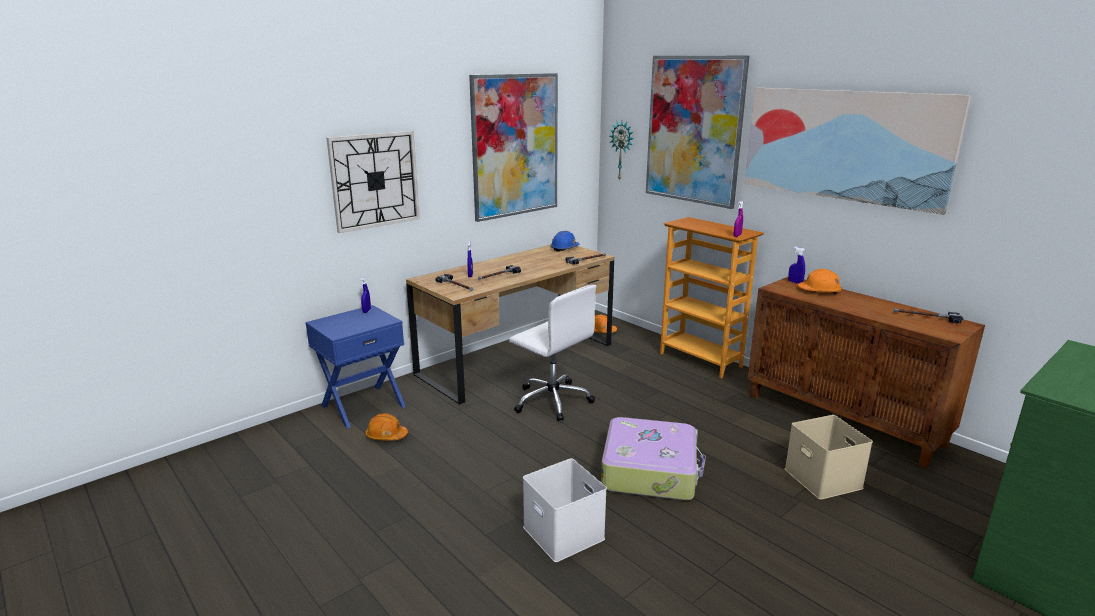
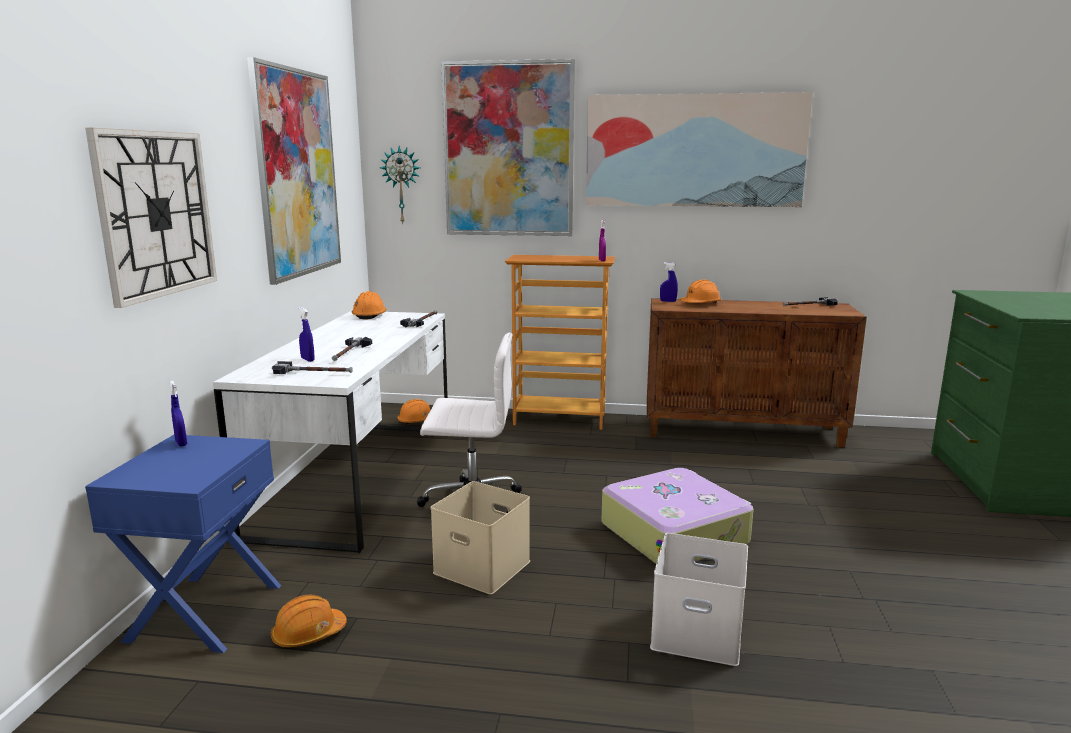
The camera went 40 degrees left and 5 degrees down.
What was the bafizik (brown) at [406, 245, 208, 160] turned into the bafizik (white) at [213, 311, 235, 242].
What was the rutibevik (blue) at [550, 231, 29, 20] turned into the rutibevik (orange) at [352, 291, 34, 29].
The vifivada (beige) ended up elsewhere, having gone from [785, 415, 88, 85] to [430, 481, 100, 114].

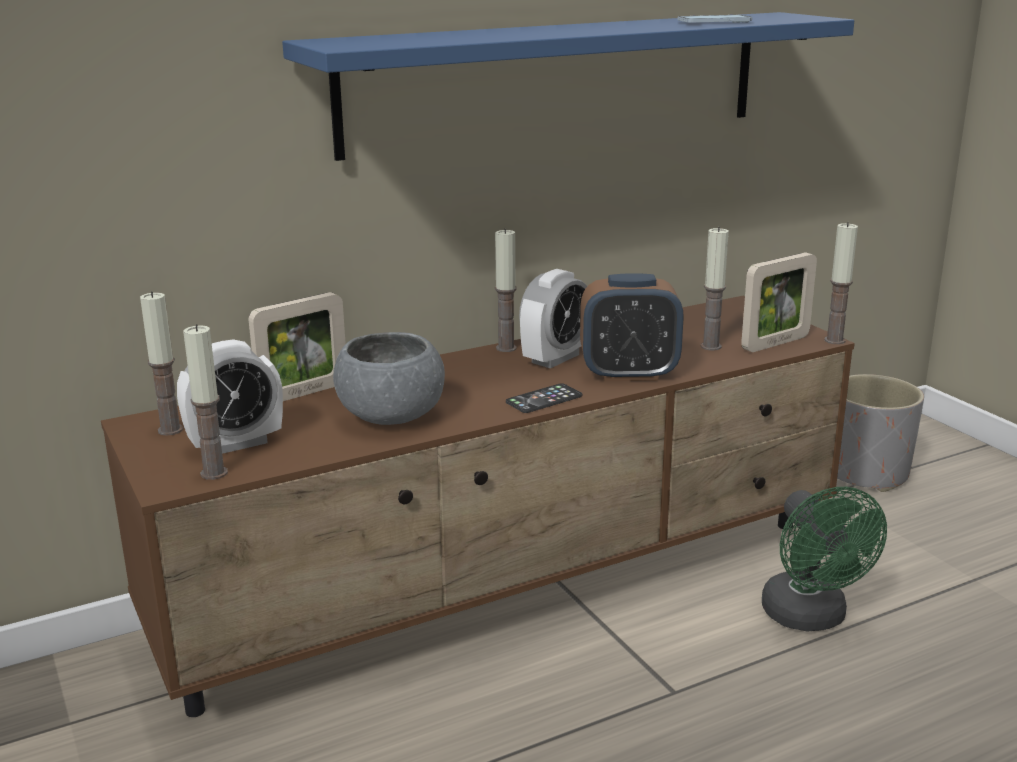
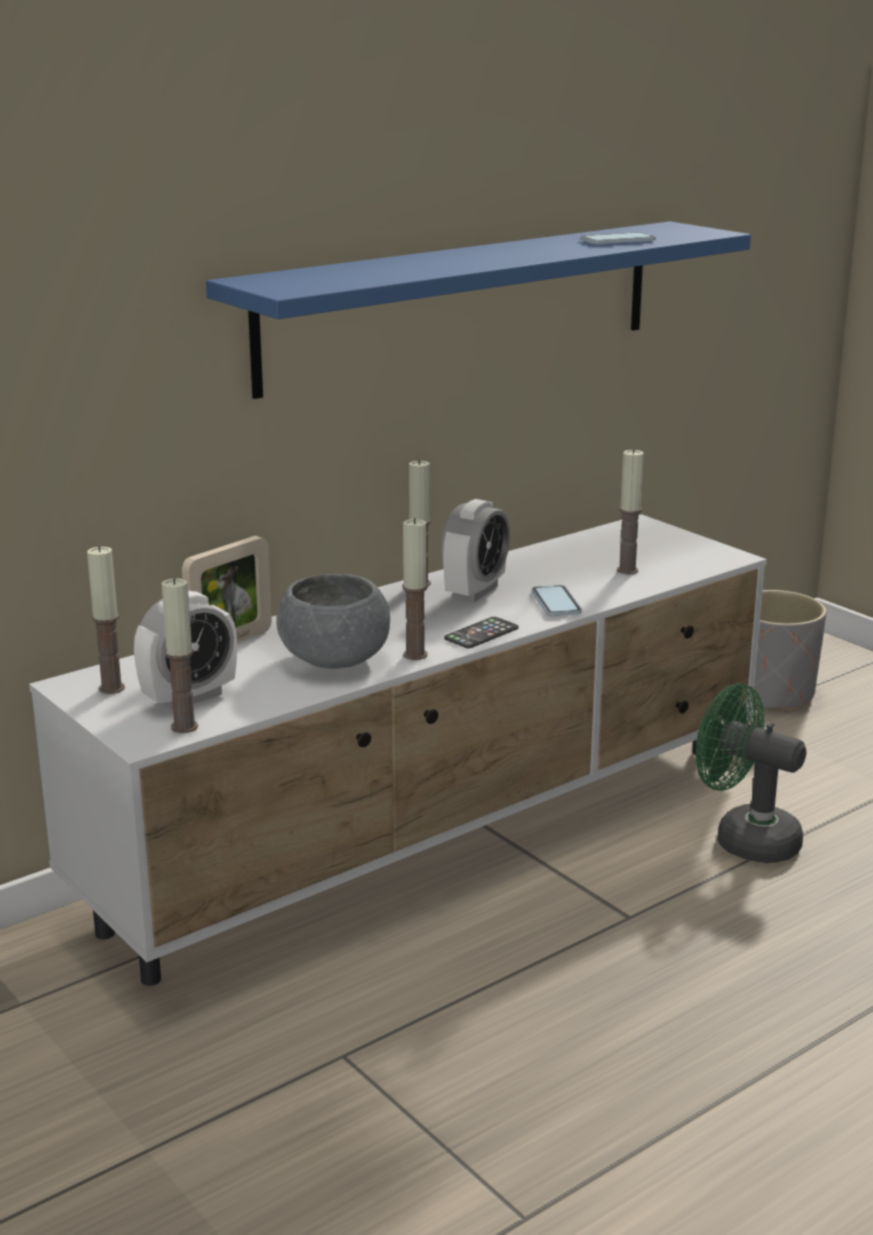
The camera went 10 degrees left and 0 degrees up.
What was the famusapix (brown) at [101, 296, 754, 421] turned into the famusapix (white) at [29, 514, 738, 472].
The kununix ended up elsewhere, having gone from [824, 222, 34, 122] to [402, 518, 26, 142].
Where the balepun stood at [580, 273, 104, 108], the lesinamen came to stand at [531, 585, 51, 31].
The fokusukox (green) at [762, 487, 125, 145] ended up facing another way, 150 degrees clockwise from before.
The second view lost the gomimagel at [741, 252, 76, 100].

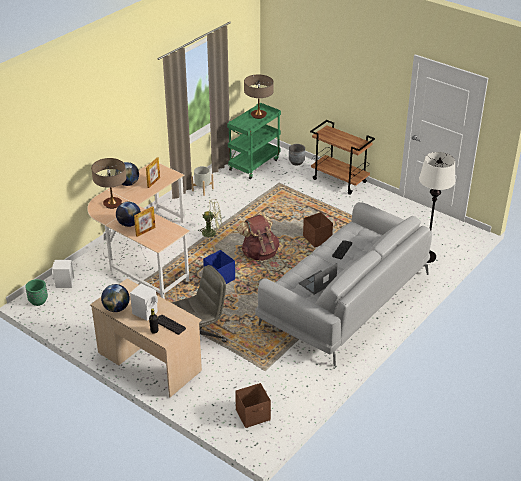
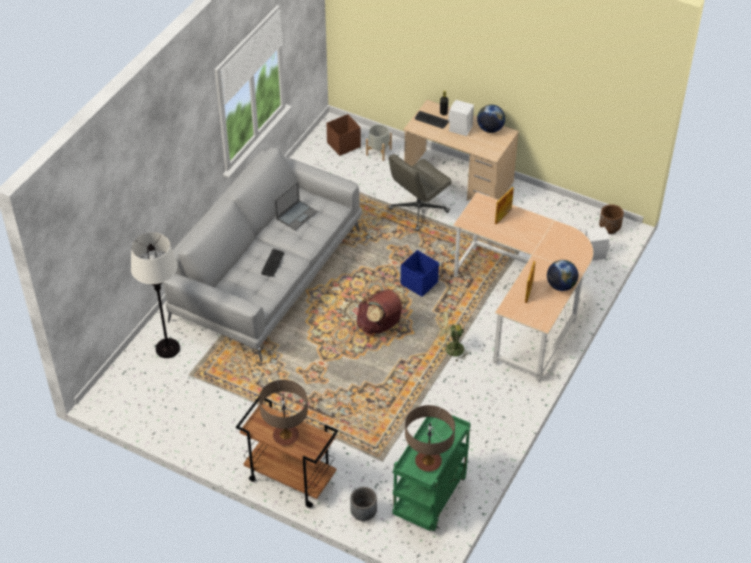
The camera went 170 degrees right and 10 degrees up.
The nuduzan ended up elsewhere, having gone from [91, 158, 35, 51] to [259, 380, 49, 66].
The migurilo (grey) ended up elsewhere, having gone from [191, 166, 23, 30] to [366, 124, 26, 37].
What was the migurilo (green) at [25, 279, 23, 27] turned into the migurilo (brown) at [599, 204, 25, 30].
The second view lost the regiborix at [116, 202, 25, 25].
The second view lost the vifivada (brown) at [303, 212, 30, 36].

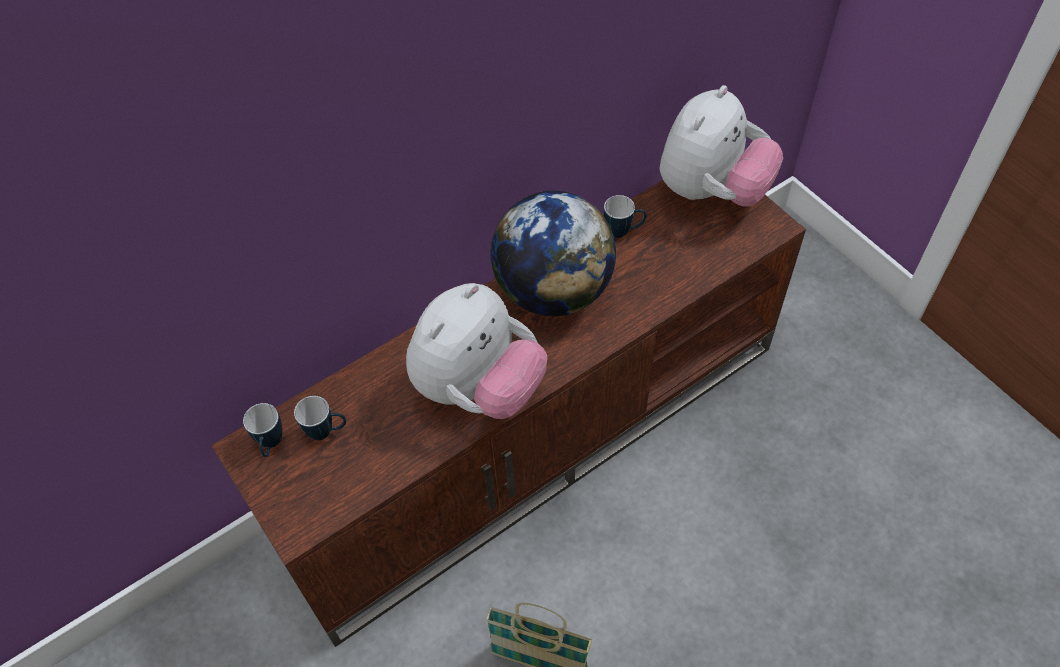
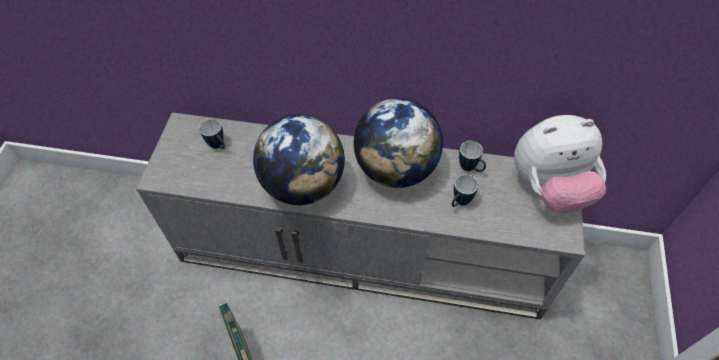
The camera went 45 degrees right and 0 degrees up.
What was the famusapix (brown) at [211, 180, 595, 467] turned into the famusapix (grey) at [136, 112, 449, 208].
Where the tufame stood at [406, 283, 141, 136], the regiborix came to stand at [253, 114, 92, 91].
The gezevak ended up elsewhere, having gone from [243, 403, 39, 54] to [452, 174, 26, 33].

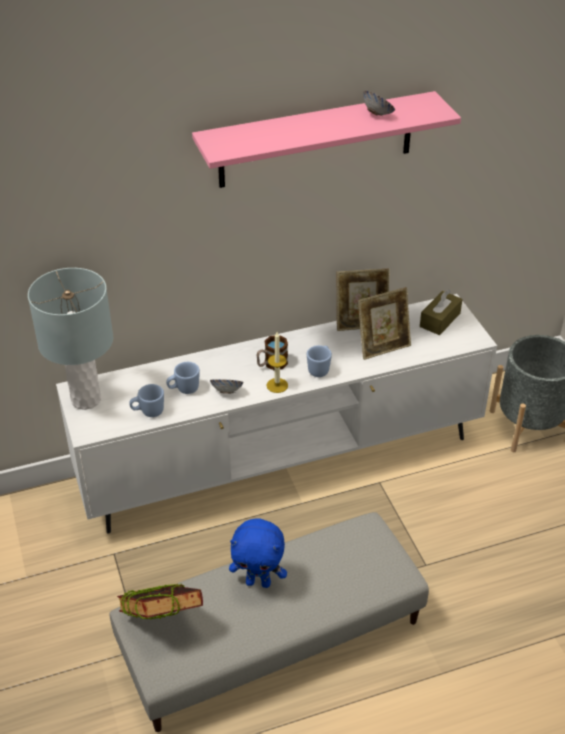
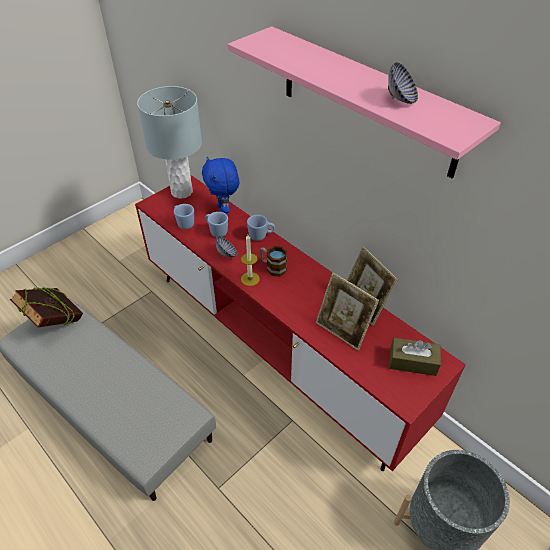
The camera went 65 degrees right and 5 degrees up.
What was the famusapix (white) at [56, 294, 441, 240] turned into the famusapix (red) at [135, 175, 331, 296].
The tufame (blue) ended up elsewhere, having gone from [229, 518, 58, 70] to [202, 157, 37, 58].
The gezevak (blue) ended up elsewhere, having gone from [307, 345, 25, 32] to [247, 215, 28, 26].

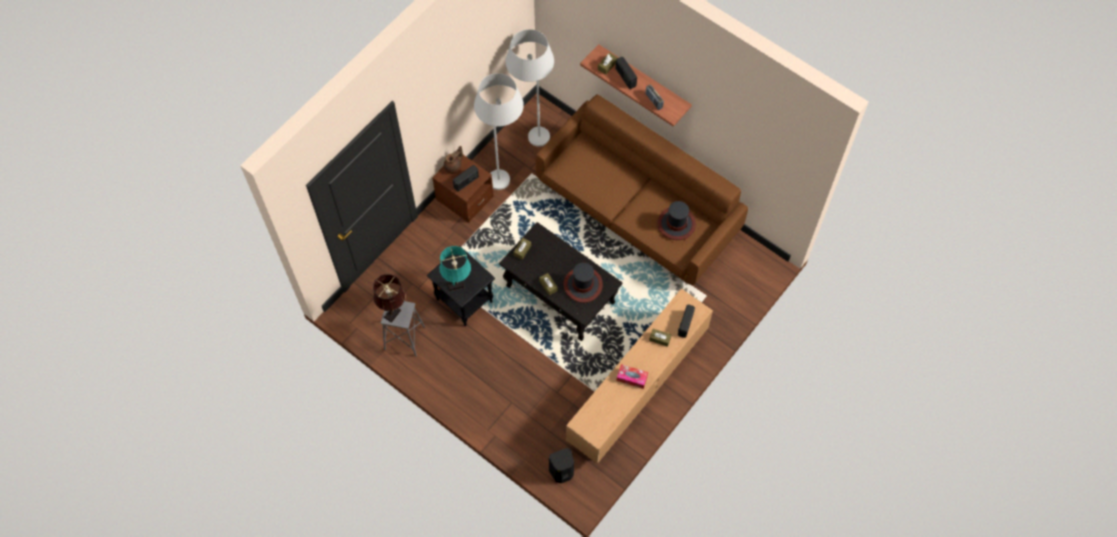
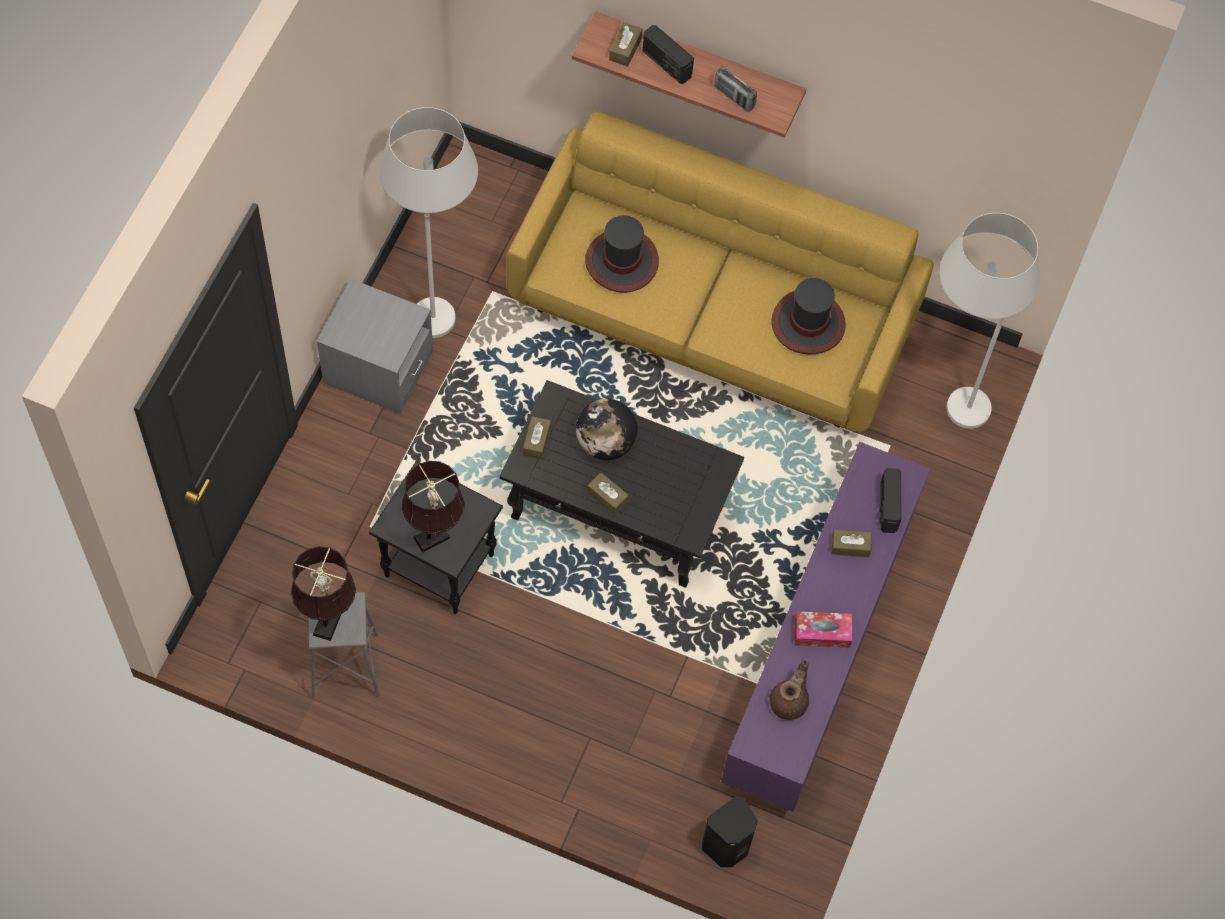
The camera went 20 degrees left and 0 degrees up.
What was the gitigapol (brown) at [432, 155, 62, 68] turned into the gitigapol (grey) at [317, 279, 116, 135].
What was the nuduzan (turquoise) at [440, 246, 31, 45] turned into the nuduzan (brown) at [402, 461, 63, 92].
What was the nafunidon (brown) at [536, 94, 212, 191] turned into the nafunidon (yellow) at [507, 111, 426, 321].
The second view gained the regiborix at [576, 399, 62, 61].
The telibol ended up elsewhere, having gone from [563, 263, 40, 40] to [585, 215, 74, 78].
What was the famusapix (brown) at [566, 288, 147, 176] turned into the famusapix (purple) at [721, 442, 209, 370].
The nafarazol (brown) ended up elsewhere, having gone from [444, 146, 19, 28] to [770, 659, 39, 61].
The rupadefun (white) ended up elsewhere, having gone from [506, 29, 48, 118] to [940, 213, 99, 216].
The second view lost the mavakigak at [453, 165, 26, 27].

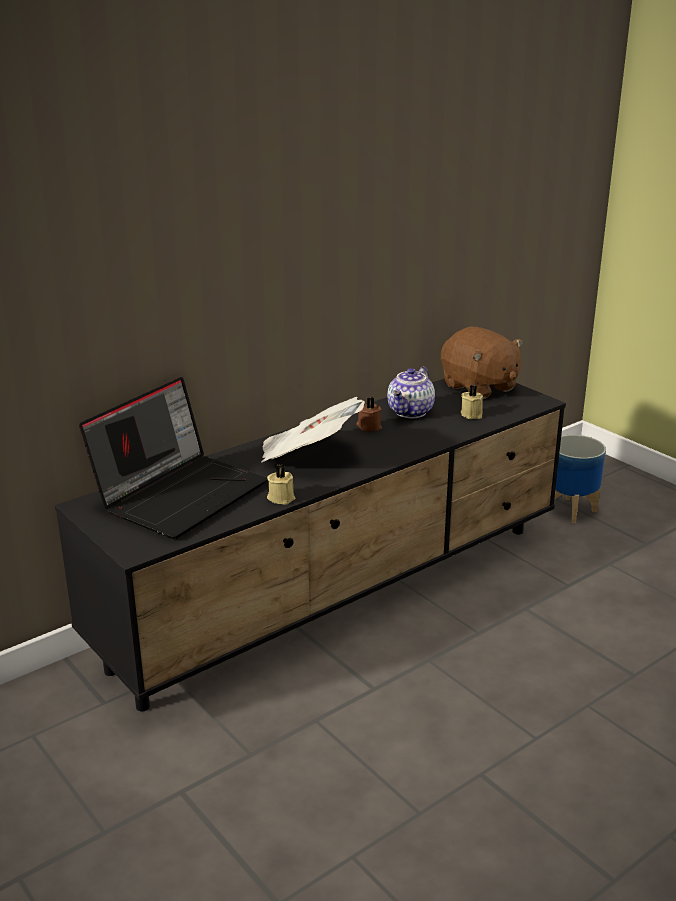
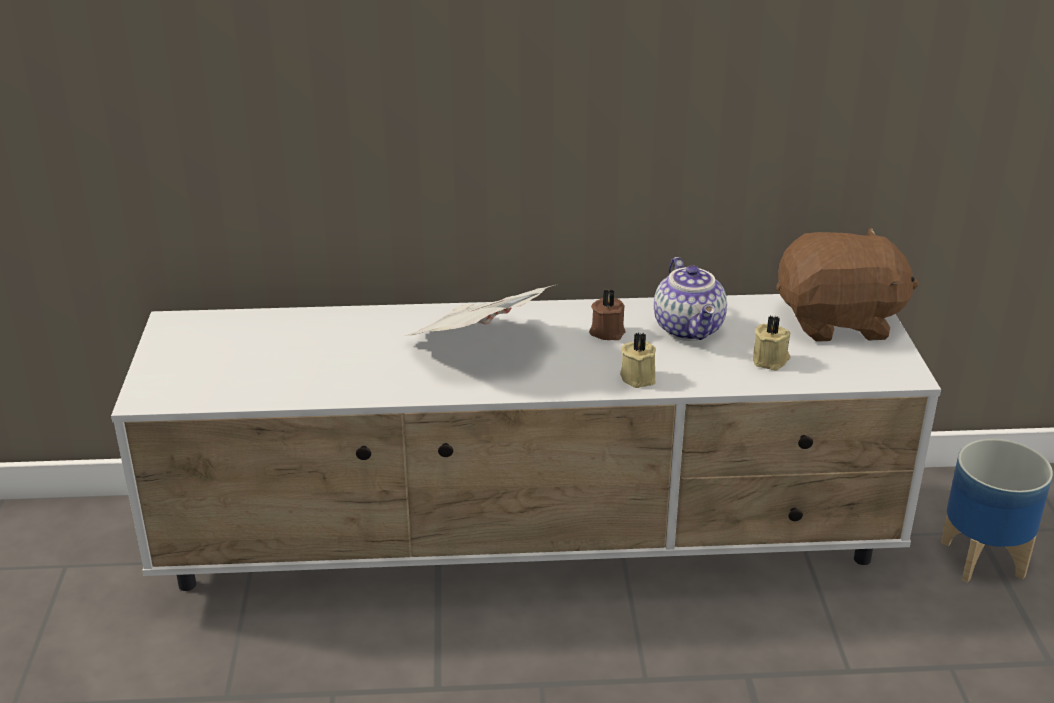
The camera went 35 degrees right and 5 degrees up.
What was the famusapix (black) at [55, 378, 511, 333] turned into the famusapix (white) at [111, 294, 830, 297].
The kununix (beige) ended up elsewhere, having gone from [267, 465, 28, 40] to [620, 333, 36, 55].
The nafarazol at [387, 367, 48, 51] ended up facing another way, 75 degrees counterclockwise from before.
The tufame (brown) at [441, 327, 83, 73] ended up facing another way, 90 degrees counterclockwise from before.
The second view lost the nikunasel at [79, 377, 189, 162].

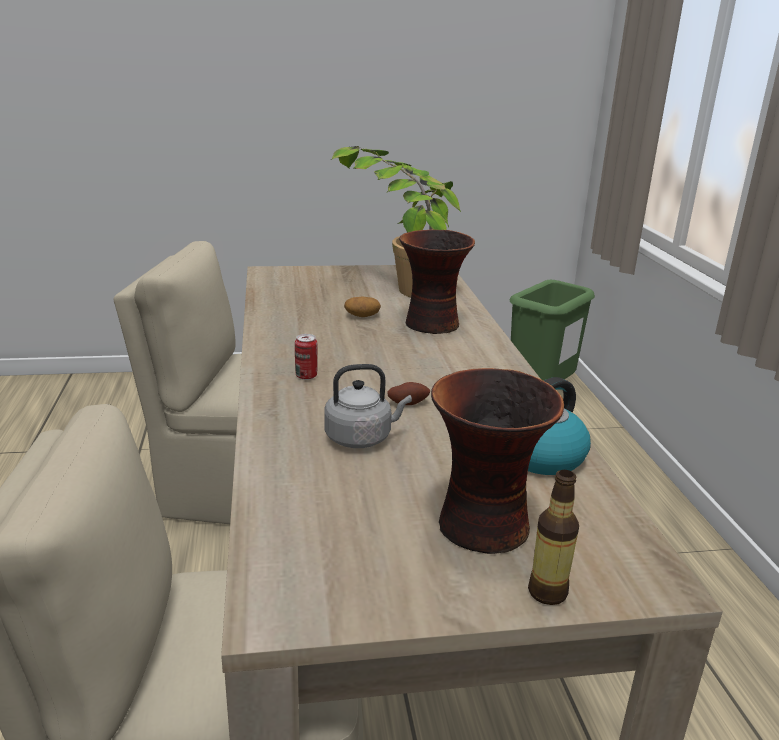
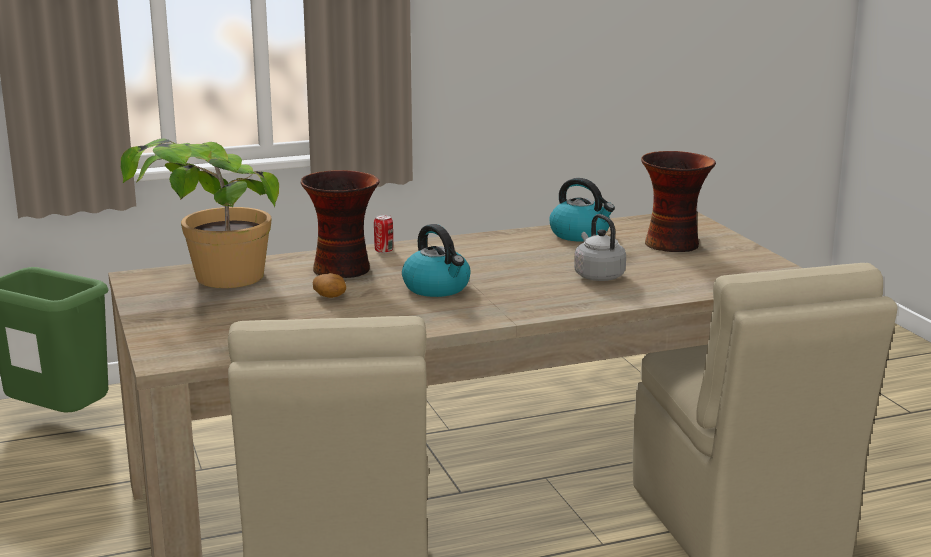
The camera went 100 degrees left and 5 degrees down.
The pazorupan ended up elsewhere, having gone from [295, 334, 23, 46] to [374, 214, 19, 39].
The second view gained the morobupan at [402, 224, 69, 73].
The second view lost the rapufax at [387, 382, 43, 23].
The second view lost the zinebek at [528, 470, 51, 135].

